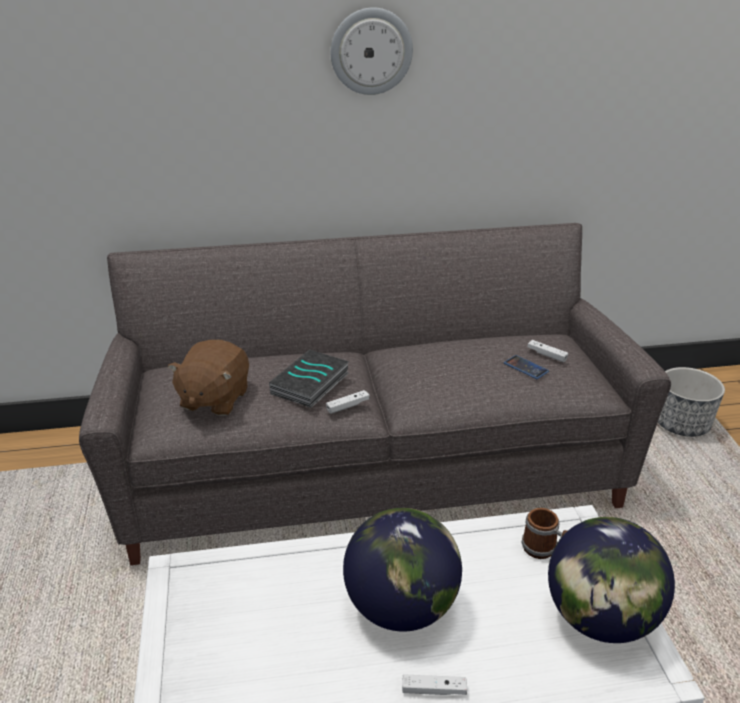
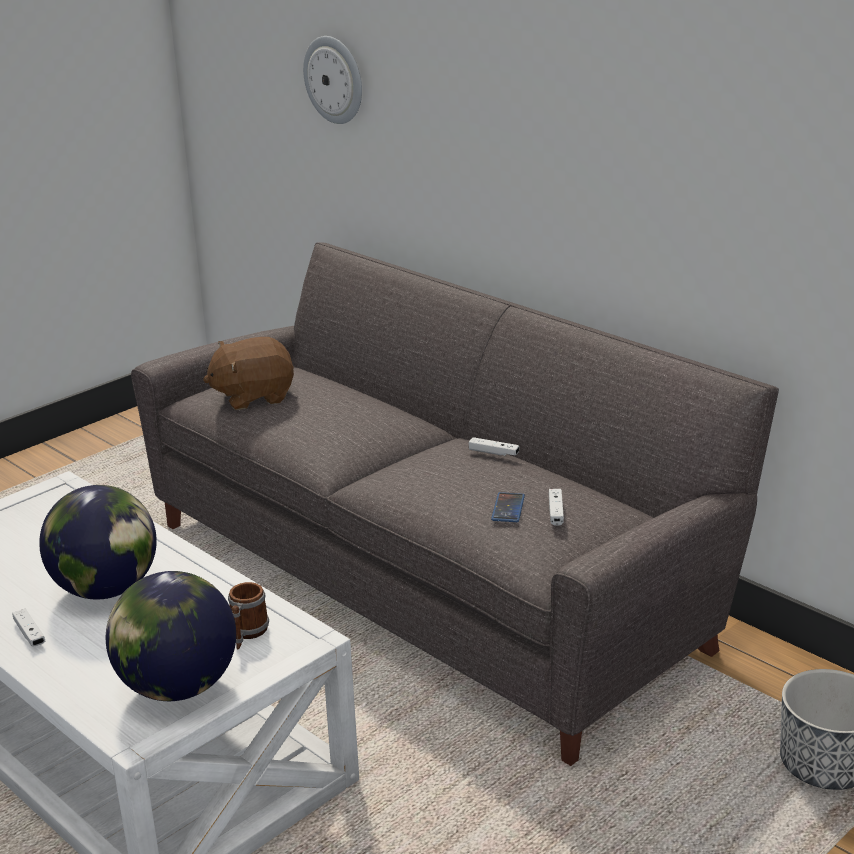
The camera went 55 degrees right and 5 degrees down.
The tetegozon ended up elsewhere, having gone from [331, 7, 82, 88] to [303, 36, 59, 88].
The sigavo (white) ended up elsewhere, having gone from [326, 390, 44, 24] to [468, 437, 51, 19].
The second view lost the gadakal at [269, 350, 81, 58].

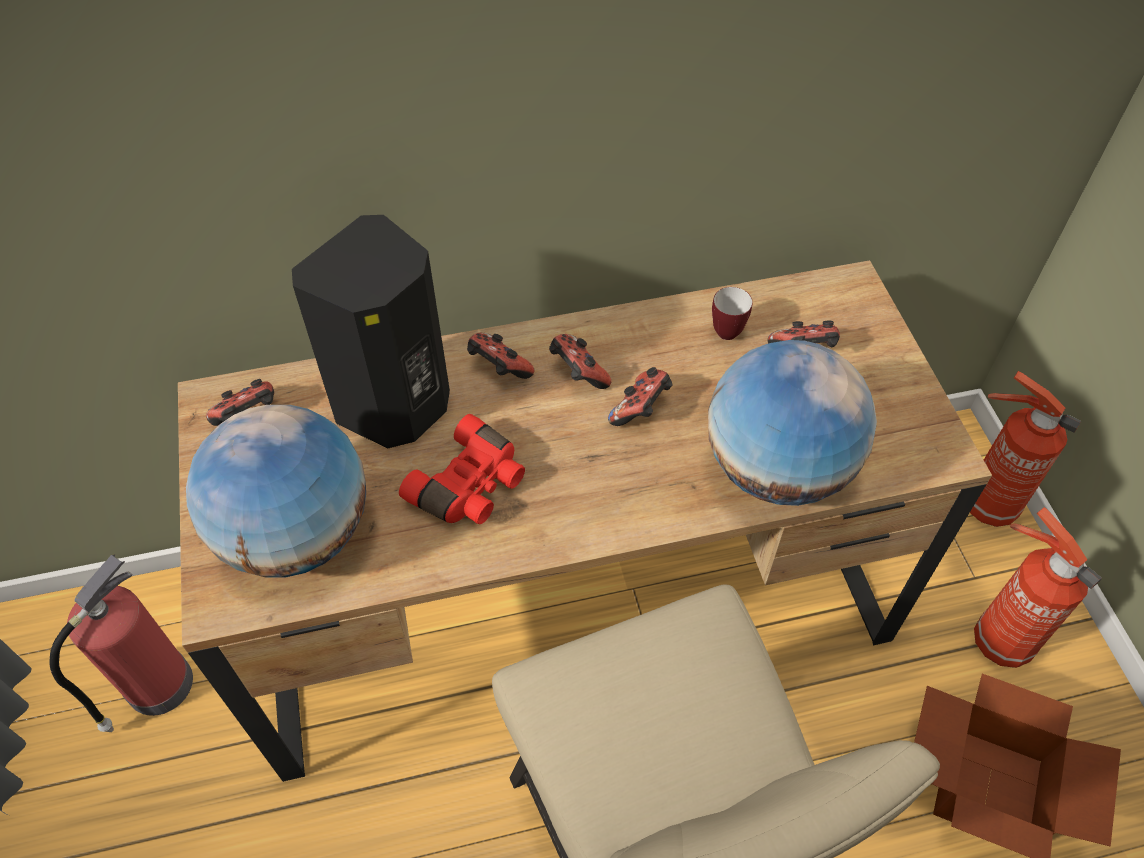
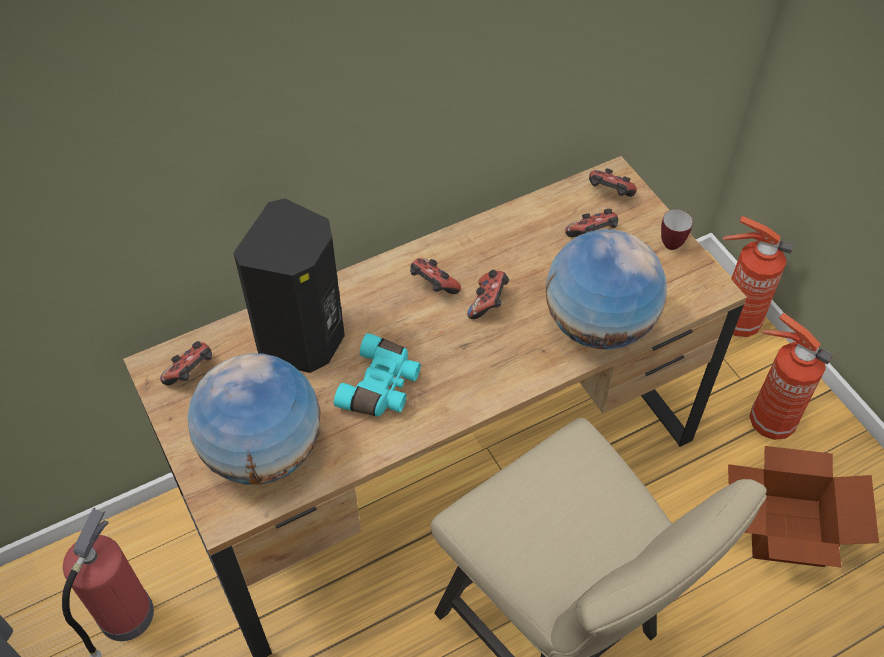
The camera went 15 degrees left and 0 degrees up.
What was the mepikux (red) at [399, 414, 126, 110] turned into the mepikux (turquoise) at [334, 333, 87, 83].
The sigavo ended up elsewhere, having gone from [467, 333, 67, 46] to [589, 168, 48, 29].
The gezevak ended up elsewhere, having gone from [712, 287, 41, 53] to [661, 209, 32, 41].

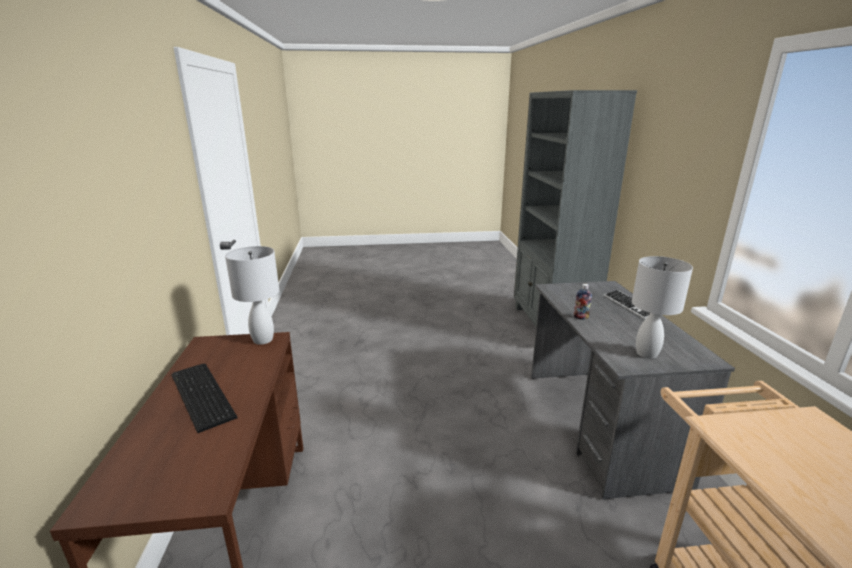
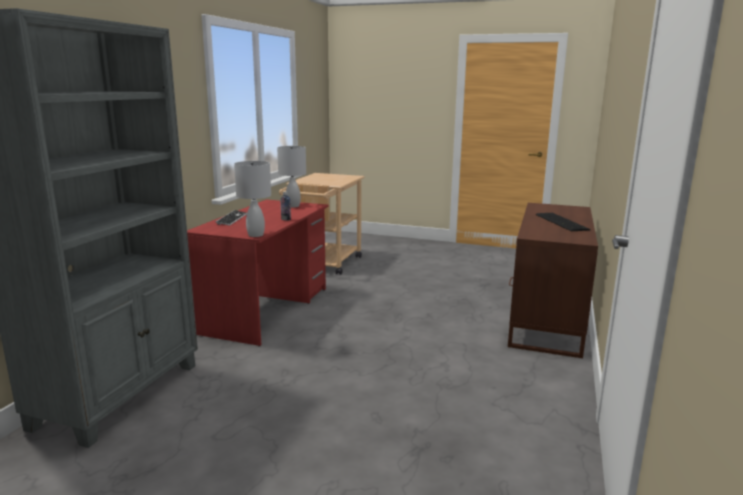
The camera went 155 degrees left and 5 degrees down.
What was the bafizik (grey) at [531, 281, 204, 218] turned into the bafizik (red) at [187, 199, 142, 147].
The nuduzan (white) ended up elsewhere, having gone from [225, 246, 54, 99] to [234, 161, 37, 76].

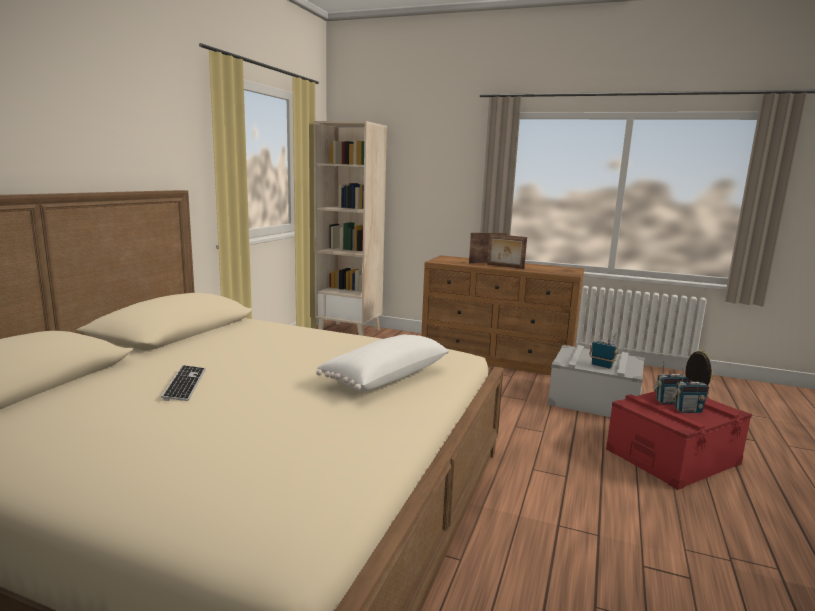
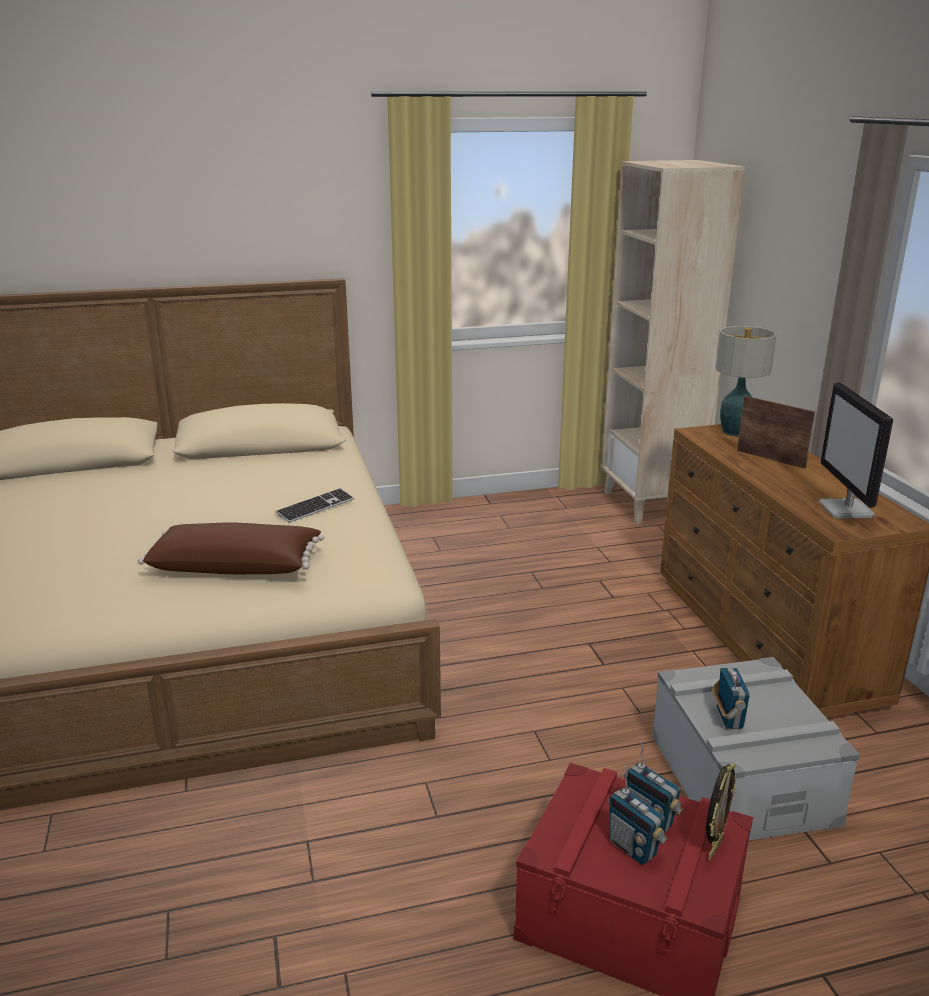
The camera went 55 degrees right and 10 degrees up.
What was the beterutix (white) at [316, 335, 133, 57] turned into the beterutix (brown) at [138, 522, 186, 52].
The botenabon ended up elsewhere, having gone from [161, 365, 45, 36] to [275, 488, 79, 35].
The second view gained the nuduzan at [715, 326, 62, 110].
The second view gained the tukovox at [819, 382, 74, 136].
The second view lost the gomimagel at [487, 234, 40, 35].

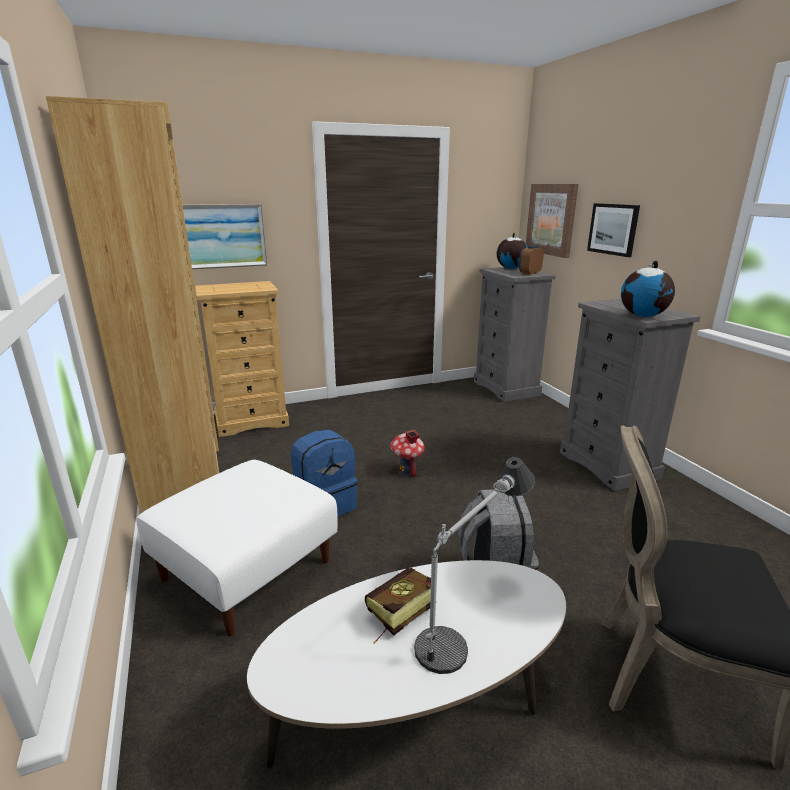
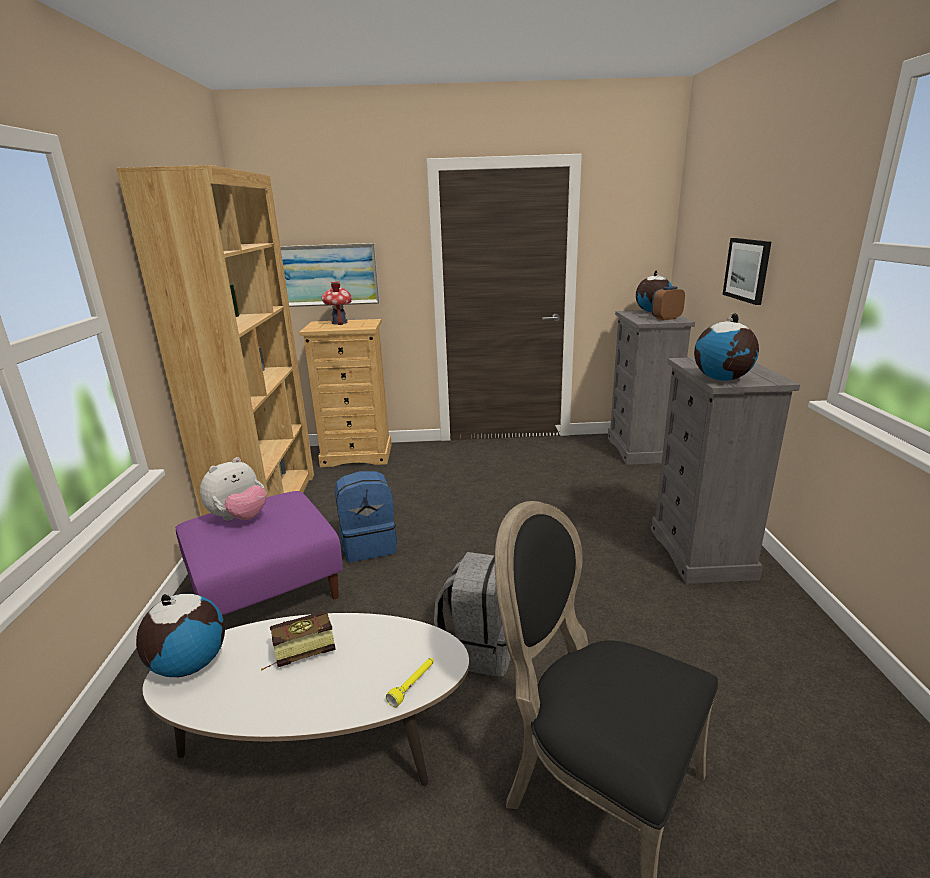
The camera went 20 degrees right and 0 degrees up.
The second view gained the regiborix at [136, 594, 89, 83].
What was the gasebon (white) at [136, 460, 202, 176] turned into the gasebon (purple) at [175, 491, 168, 124].
The second view gained the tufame at [200, 457, 67, 64].
The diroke ended up elsewhere, having gone from [390, 430, 35, 47] to [321, 281, 31, 44].
The second view gained the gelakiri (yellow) at [386, 658, 48, 50].
The second view lost the nuduzan at [414, 457, 121, 217].
The second view lost the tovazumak at [526, 184, 52, 74].

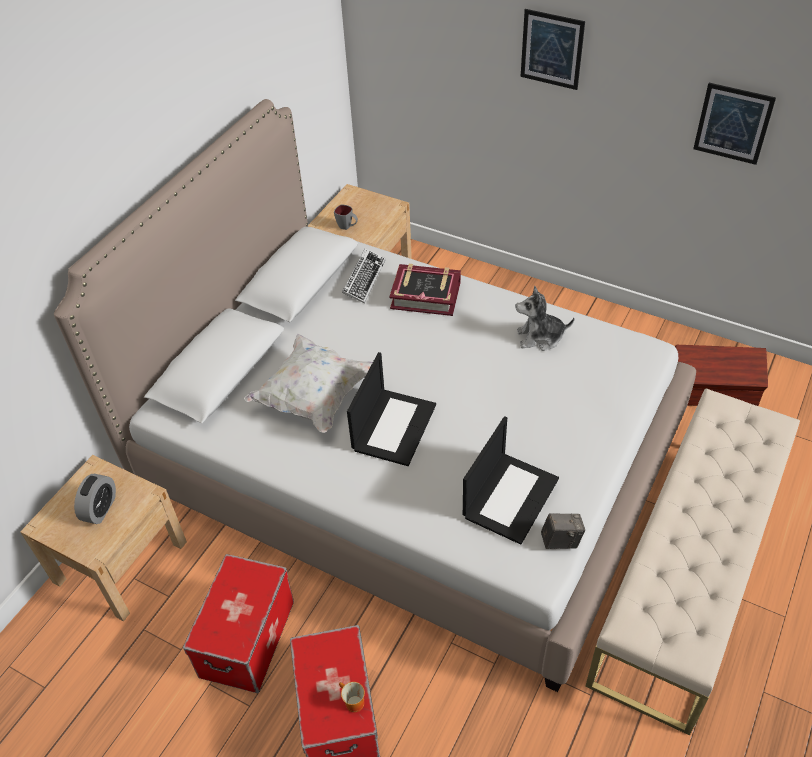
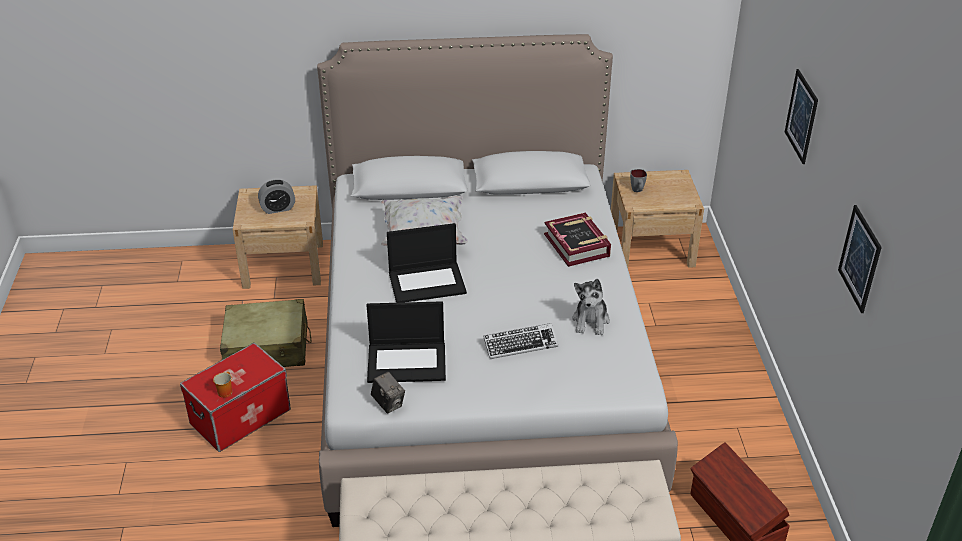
The camera went 55 degrees right and 10 degrees down.
Where the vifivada stood at [183, 554, 111, 139], the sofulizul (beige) came to stand at [220, 299, 91, 68].
The botenabon ended up elsewhere, having gone from [342, 248, 44, 55] to [483, 323, 75, 36].
The tufame at [515, 286, 59, 65] ended up facing another way, 135 degrees counterclockwise from before.

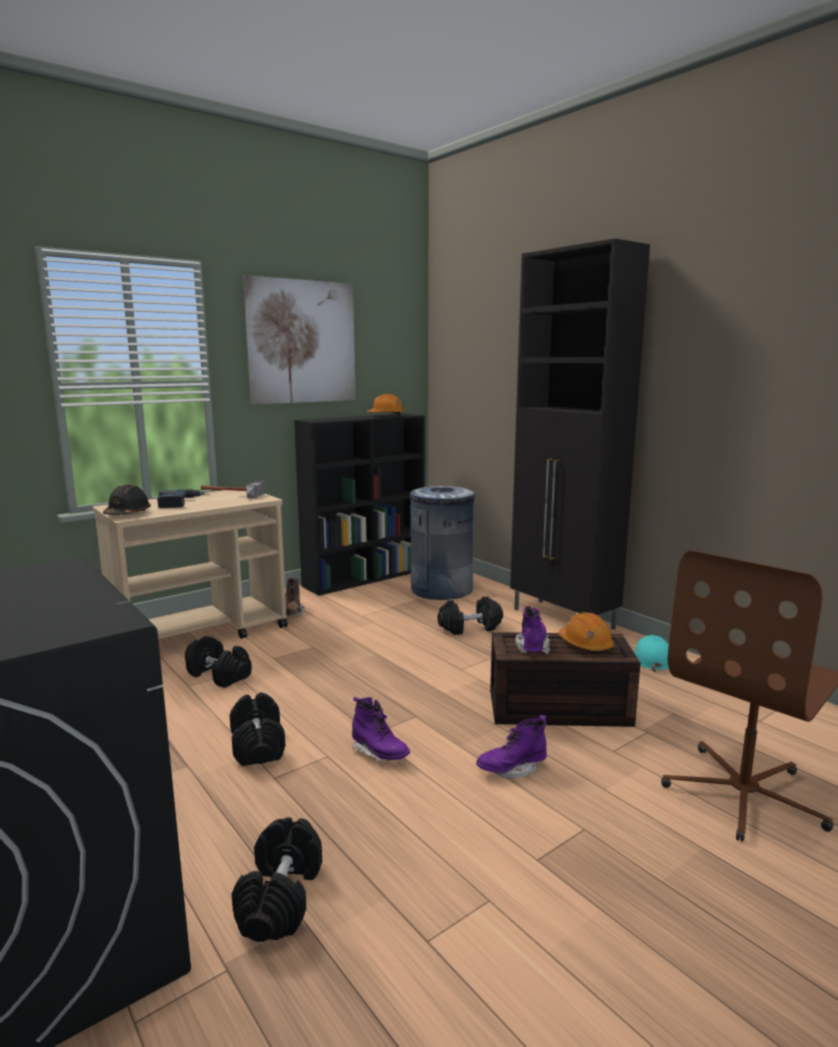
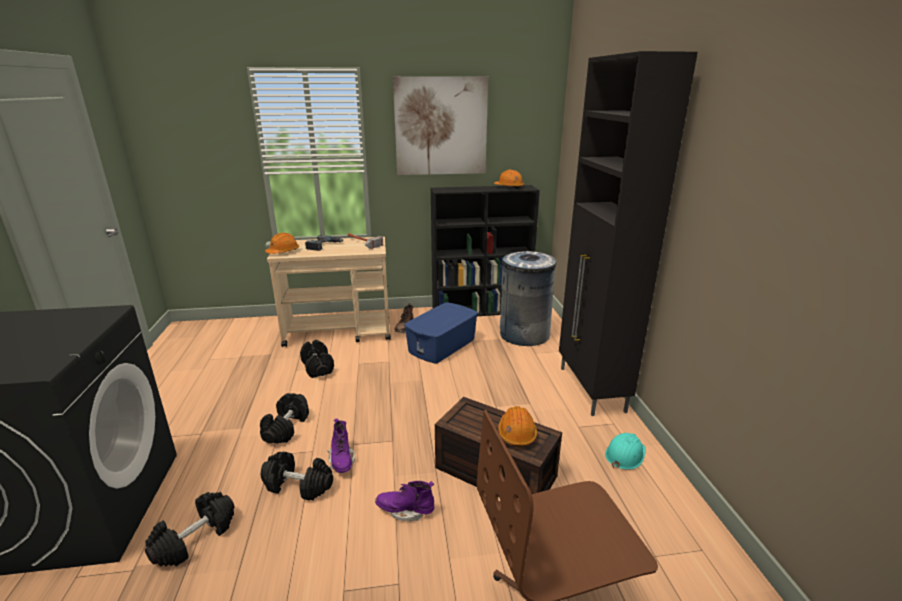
The camera went 30 degrees right and 10 degrees up.
The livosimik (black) ended up elsewhere, having gone from [437, 596, 66, 39] to [261, 452, 72, 48].
What was the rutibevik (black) at [103, 484, 48, 31] turned into the rutibevik (orange) at [265, 233, 34, 21].
The second view gained the vifivada (blue) at [404, 303, 74, 61].
The second view lost the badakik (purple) at [515, 606, 35, 48].

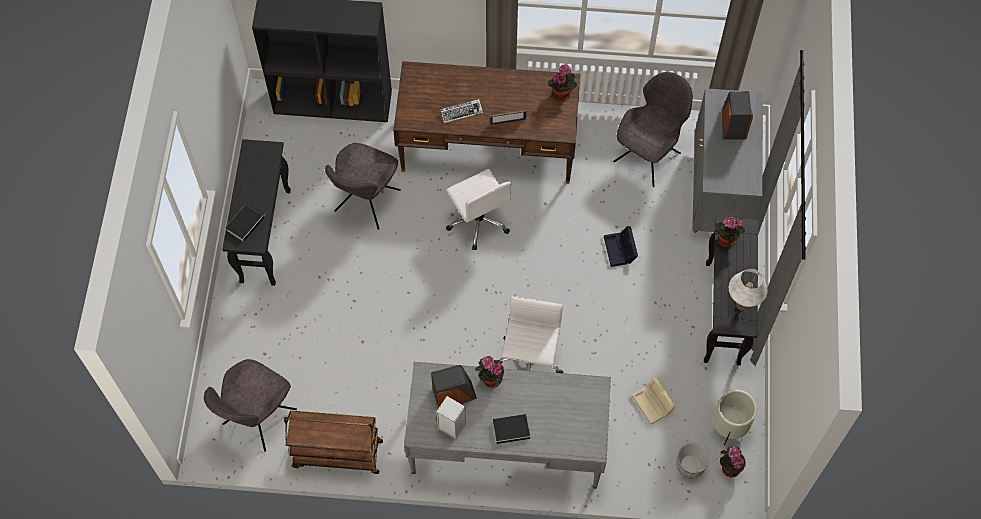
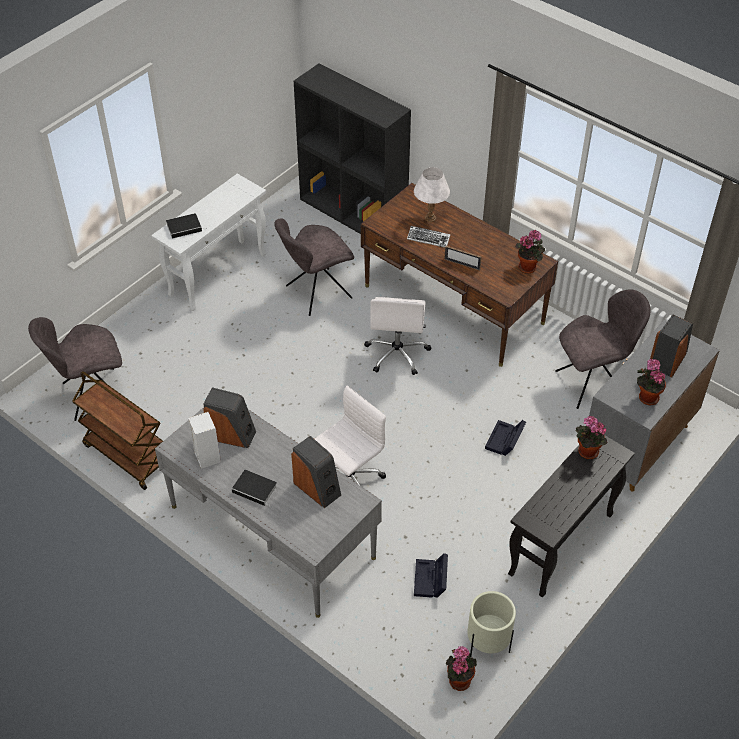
The camera went 35 degrees right and 15 degrees down.
What was the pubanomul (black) at [222, 139, 69, 147] turned into the pubanomul (white) at [151, 174, 115, 137].
The second view gained the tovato at [291, 436, 50, 72].
The nuduzan (white) ended up elsewhere, having gone from [729, 269, 39, 41] to [414, 167, 36, 55].
What was the vifivada (beige) at [632, 377, 44, 48] turned into the vifivada (black) at [414, 553, 34, 45].
The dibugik ended up elsewhere, having gone from [475, 356, 29, 32] to [637, 359, 29, 47].
The second view lost the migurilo at [676, 442, 34, 37].

